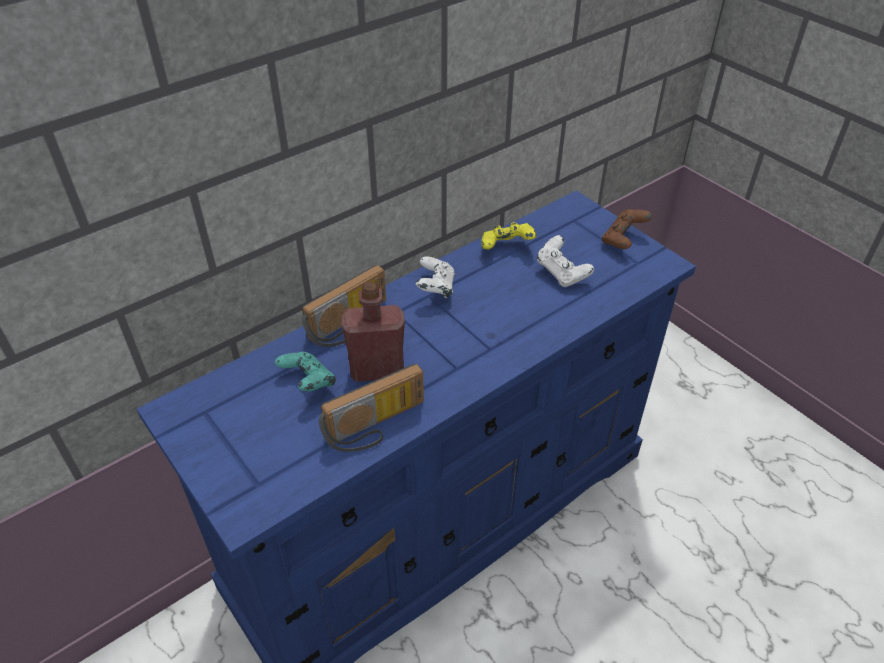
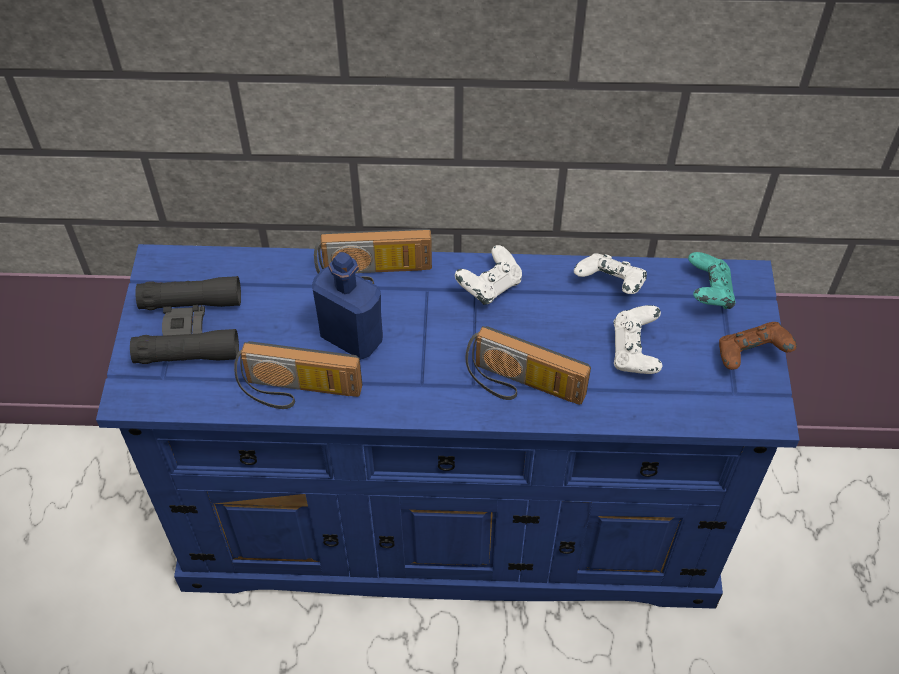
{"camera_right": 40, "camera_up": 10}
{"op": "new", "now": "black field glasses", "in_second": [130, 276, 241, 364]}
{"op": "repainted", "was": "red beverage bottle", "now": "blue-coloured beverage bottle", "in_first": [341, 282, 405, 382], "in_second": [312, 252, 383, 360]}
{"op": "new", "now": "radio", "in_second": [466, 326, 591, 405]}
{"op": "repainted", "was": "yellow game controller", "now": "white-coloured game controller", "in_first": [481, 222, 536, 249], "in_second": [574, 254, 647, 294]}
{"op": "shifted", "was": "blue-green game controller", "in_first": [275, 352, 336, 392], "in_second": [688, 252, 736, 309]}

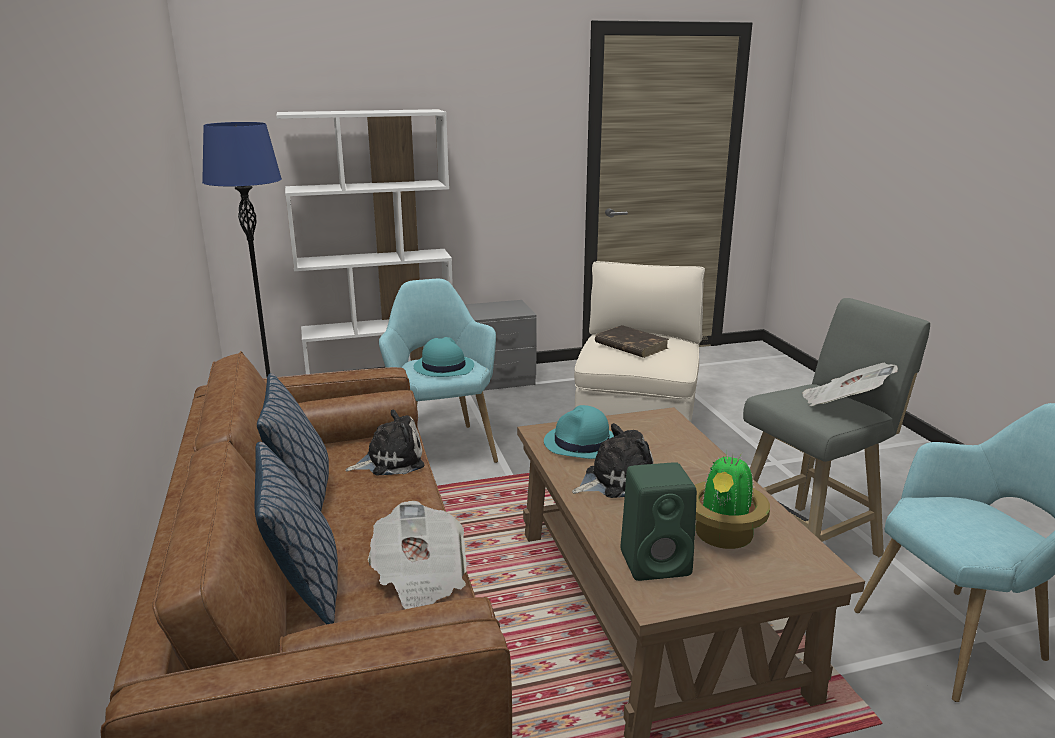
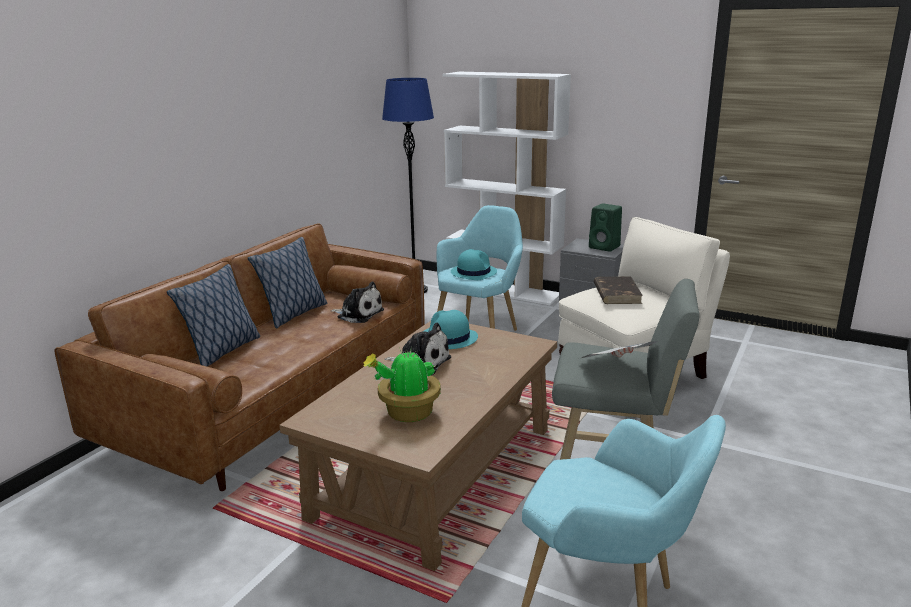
{"camera_right": 45, "camera_up": 0}
{"op": "shifted", "was": "greenish loudspeaker", "in_first": [621, 462, 697, 581], "in_second": [589, 203, 622, 252]}
{"op": "gone", "was": "daily paper", "in_first": [368, 501, 467, 609]}

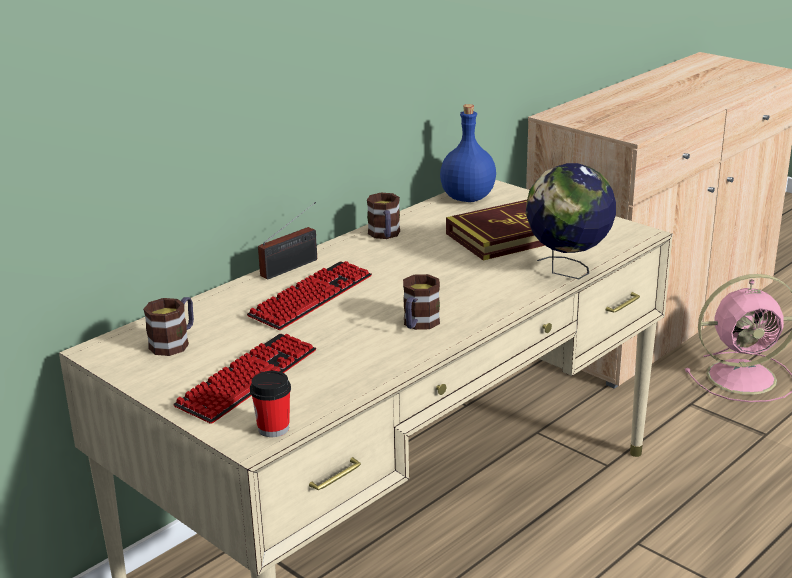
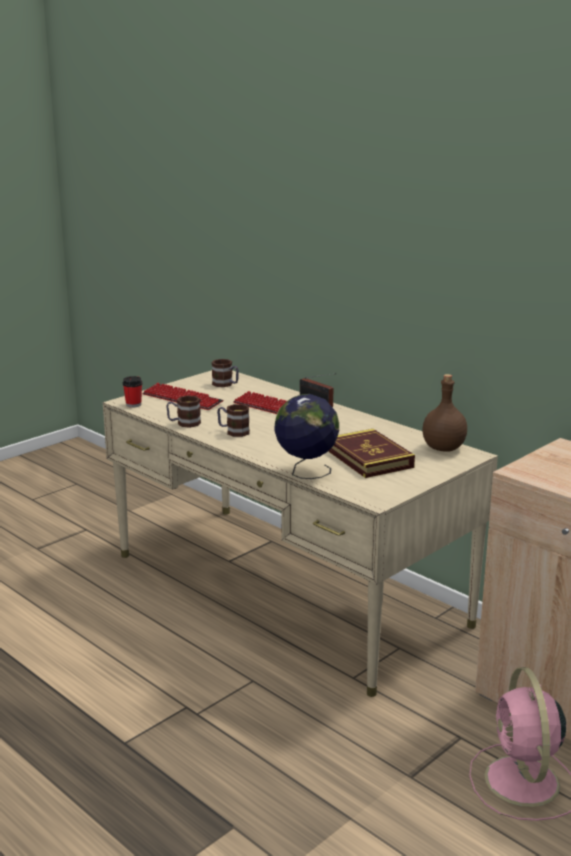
{"camera_right": 90, "camera_up": -5}
{"op": "shifted", "was": "tea mug", "in_first": [367, 193, 400, 239], "in_second": [166, 395, 201, 428]}
{"op": "repainted", "was": "blue-coloured beverage bottle", "now": "brown beverage bottle", "in_first": [440, 104, 496, 202], "in_second": [422, 374, 467, 452]}

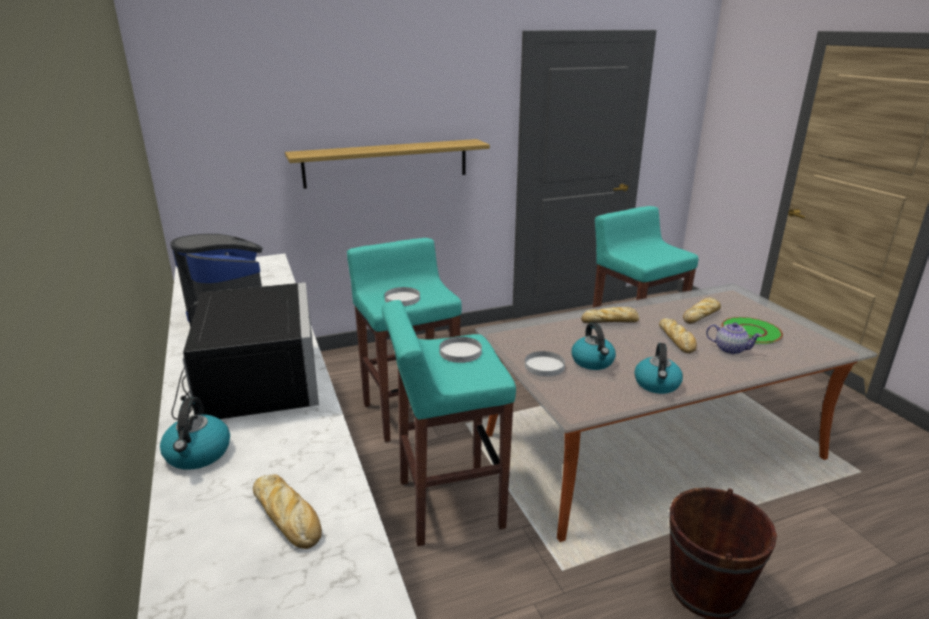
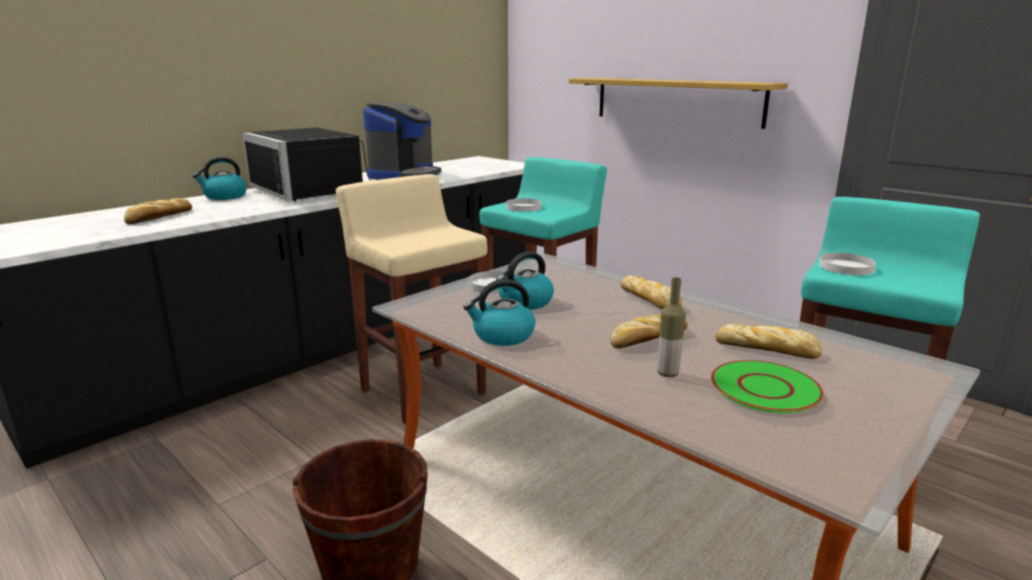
{"camera_right": 65, "camera_up": -5}
{"op": "rotated", "was": "black microwave oven", "in_first": [172, 282, 319, 420], "in_second": [242, 128, 371, 201], "clockwise": 90}
{"op": "repainted", "was": "blue-green stool seat", "now": "beige stool seat", "in_first": [382, 300, 516, 546], "in_second": [336, 174, 488, 425]}
{"op": "swapped", "was": "tea pot", "now": "beverage bottle", "in_first": [706, 323, 762, 354], "in_second": [657, 277, 686, 377]}
{"op": "shifted", "was": "white-coloured flat dish", "in_first": [439, 337, 482, 363], "in_second": [819, 253, 876, 275]}

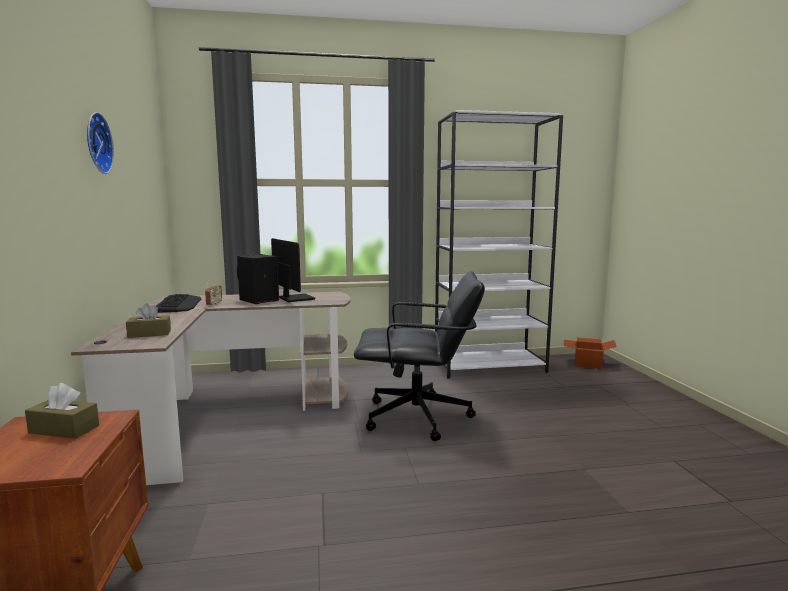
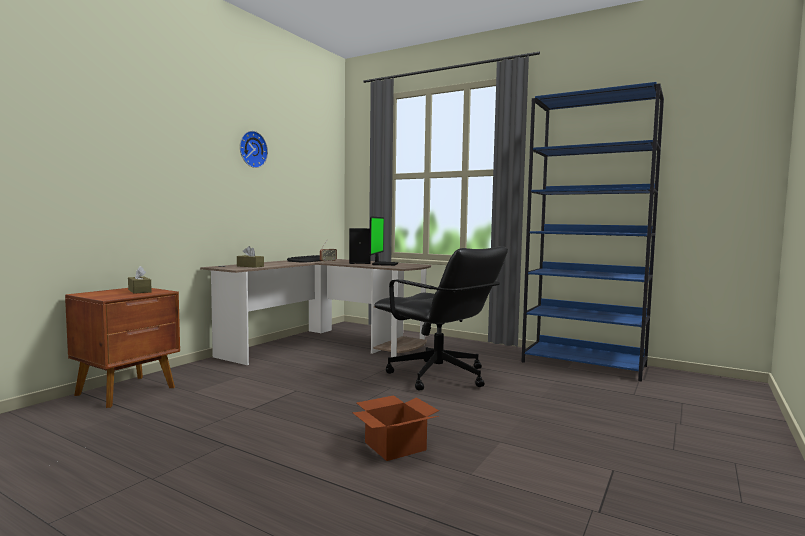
{"camera_right": 40, "camera_up": -5}
{"op": "shifted", "was": "cardboard box", "in_first": [564, 337, 617, 369], "in_second": [352, 395, 439, 461]}
{"op": "repainted", "was": "white-coloured shelving unit", "now": "blue-coloured shelving unit", "in_first": [435, 110, 563, 379], "in_second": [521, 82, 664, 382]}

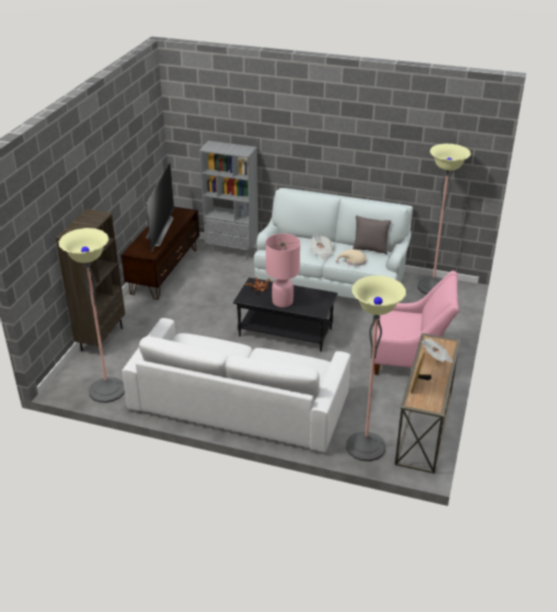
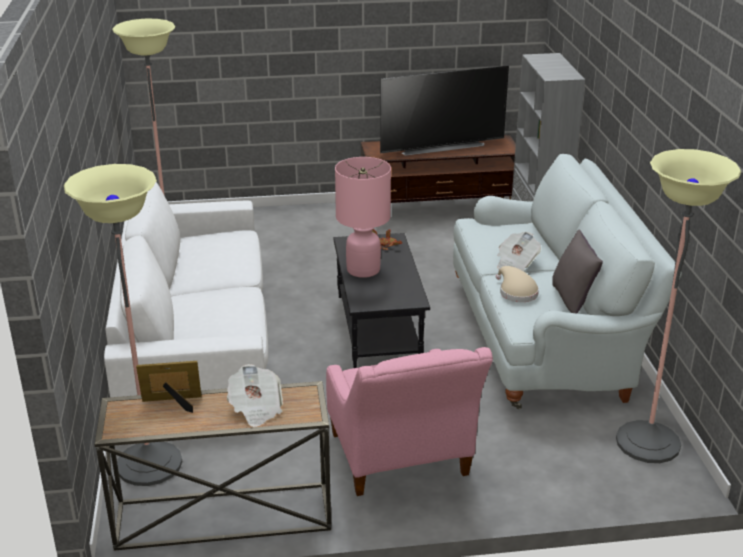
{"camera_right": 65, "camera_up": -5}
{"op": "gone", "was": "brown shelving unit", "in_first": [55, 209, 125, 351]}

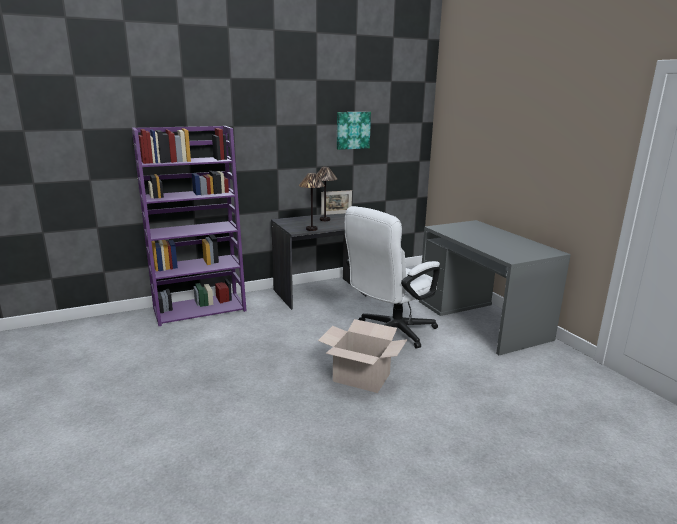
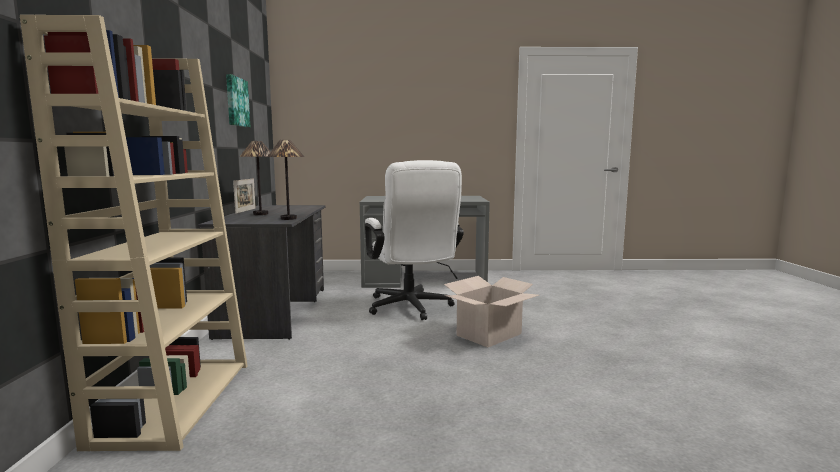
{"camera_right": -65, "camera_up": -10}
{"op": "repainted", "was": "purple shelving unit", "now": "beige shelving unit", "in_first": [132, 126, 246, 326], "in_second": [20, 15, 248, 451]}

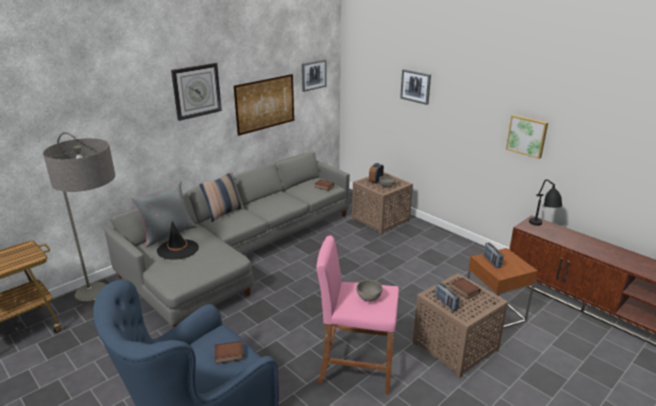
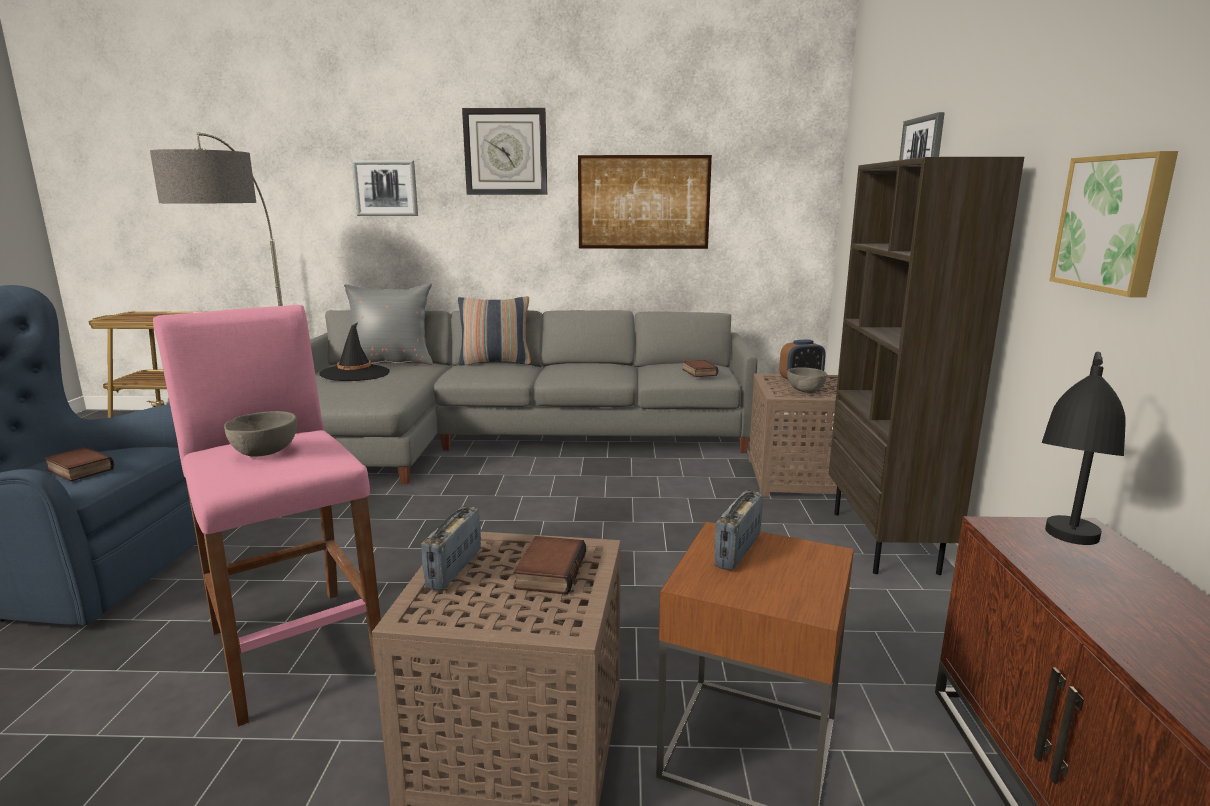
{"camera_right": 45, "camera_up": -10}
{"op": "shifted", "was": "picture", "in_first": [302, 59, 327, 92], "in_second": [352, 160, 418, 216]}
{"op": "new", "now": "brown shelving unit", "in_second": [829, 157, 1024, 575]}

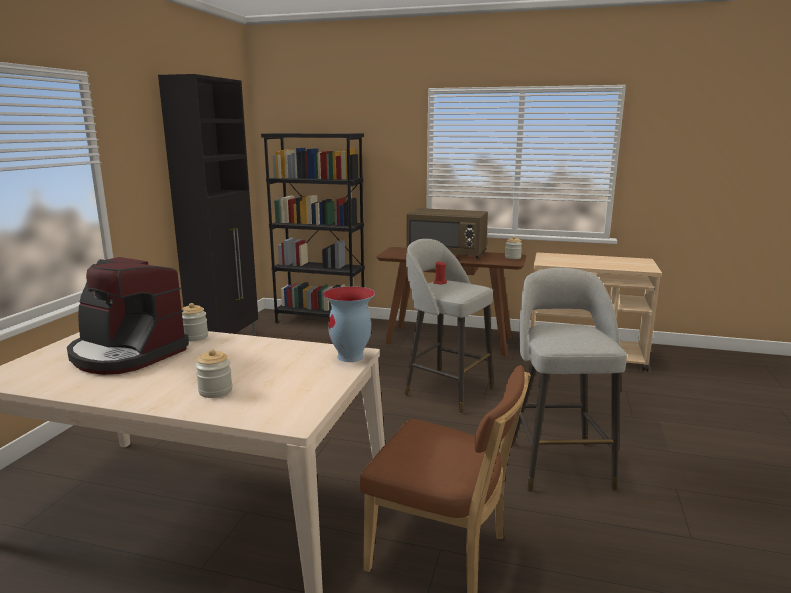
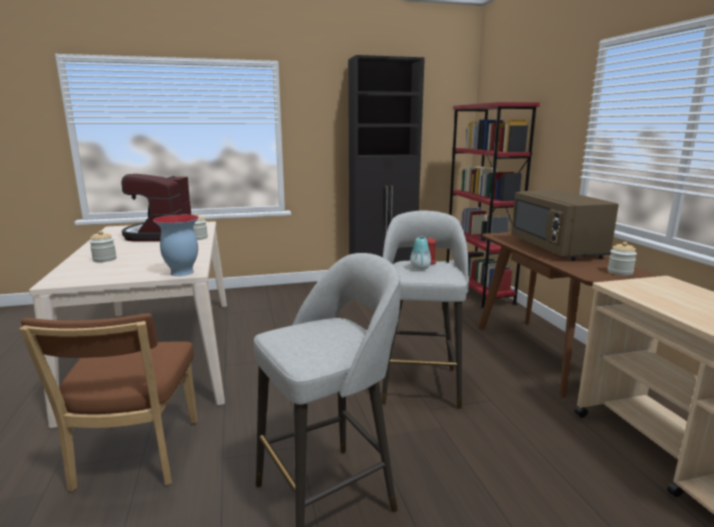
{"camera_right": 60, "camera_up": 0}
{"op": "new", "now": "decorative vase", "in_second": [410, 237, 431, 270]}
{"op": "repainted", "was": "black shelving unit", "now": "red shelving unit", "in_first": [261, 133, 365, 323], "in_second": [446, 102, 540, 308]}

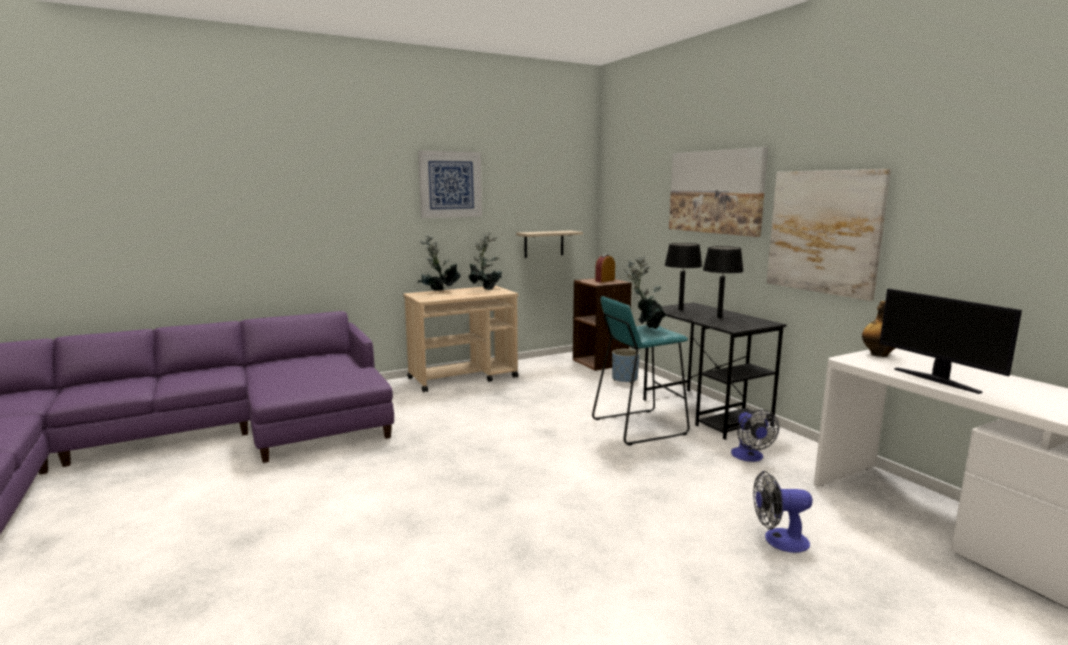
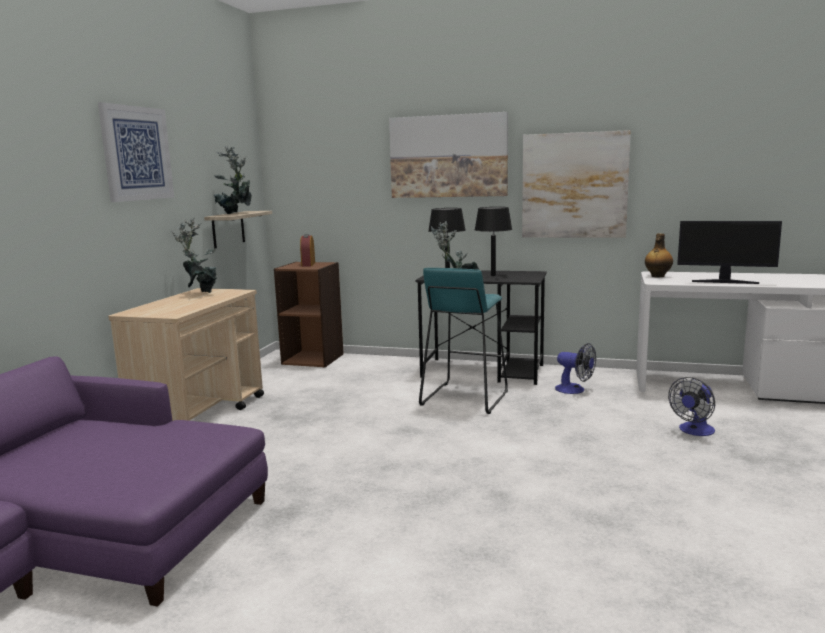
{"camera_right": -45, "camera_up": 0}
{"op": "shifted", "was": "potted plant", "in_first": [418, 235, 461, 291], "in_second": [214, 145, 252, 214]}
{"op": "gone", "was": "blue-coloured plant pot", "in_first": [612, 349, 640, 383]}

